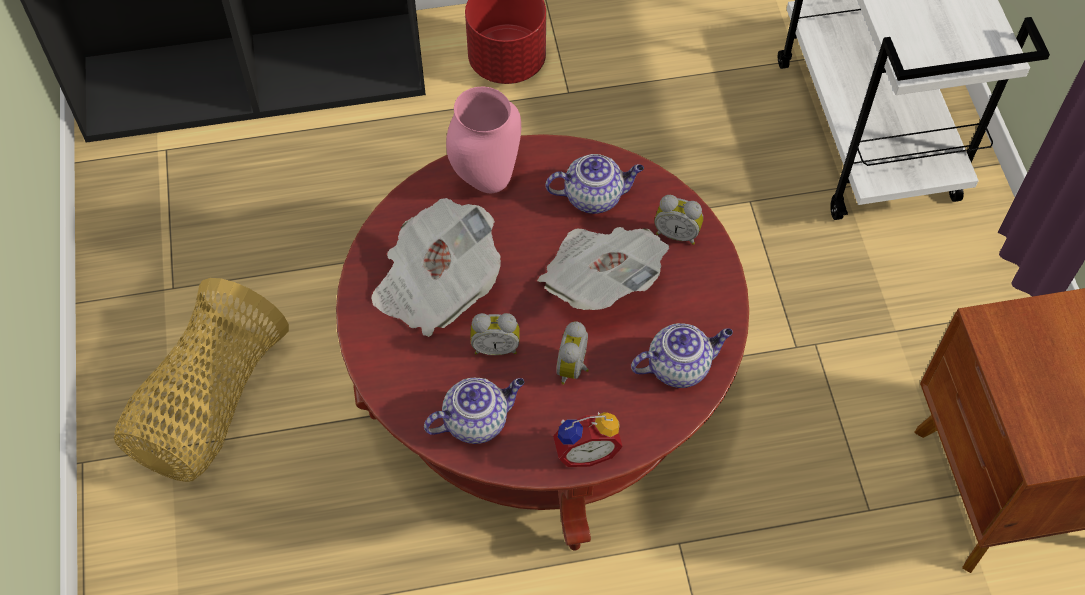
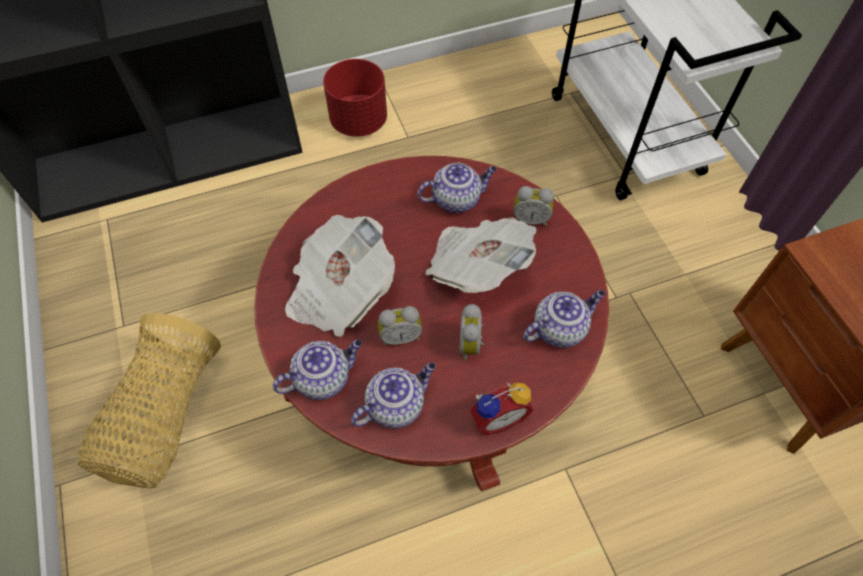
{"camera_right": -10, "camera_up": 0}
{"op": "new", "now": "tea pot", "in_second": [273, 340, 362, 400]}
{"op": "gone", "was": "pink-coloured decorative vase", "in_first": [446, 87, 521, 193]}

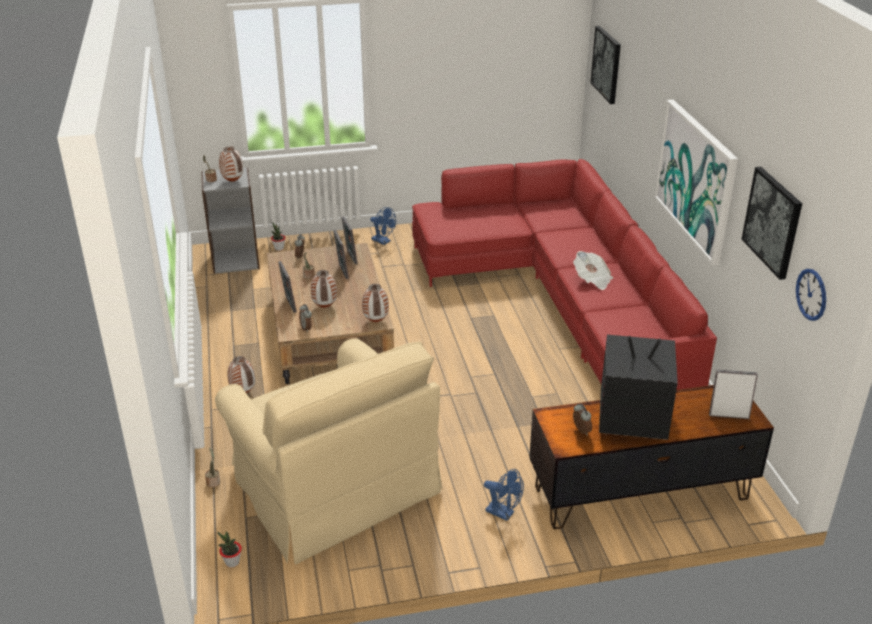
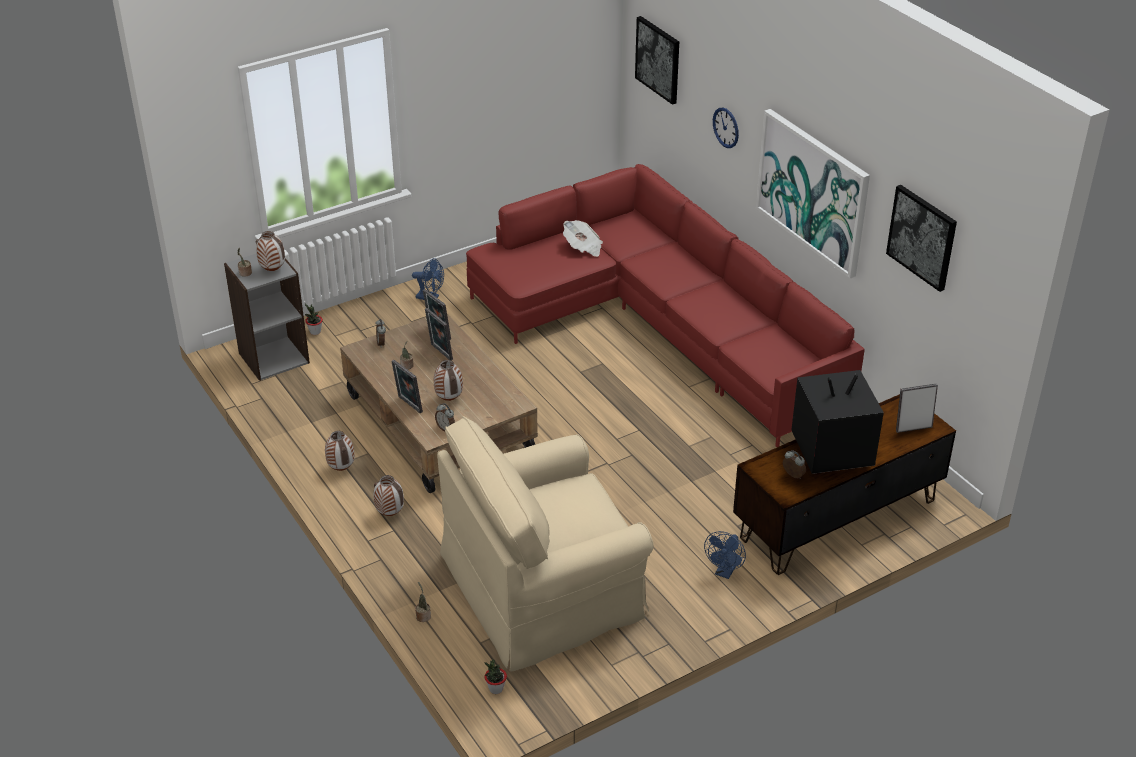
{"camera_right": -20, "camera_up": 5}
{"op": "shifted", "was": "decorative vase", "in_first": [362, 284, 389, 322], "in_second": [325, 431, 354, 471]}
{"op": "rotated", "was": "beige easy chair", "in_first": [215, 338, 443, 564], "in_second": [437, 416, 654, 672], "clockwise": 120}
{"op": "shifted", "was": "daily paper", "in_first": [573, 251, 613, 290], "in_second": [563, 220, 603, 257]}
{"op": "rotated", "was": "blue-coloured fan", "in_first": [484, 469, 524, 521], "in_second": [704, 531, 746, 579], "clockwise": 105}
{"op": "shifted", "was": "hanging clock", "in_first": [796, 269, 826, 321], "in_second": [713, 107, 739, 148]}

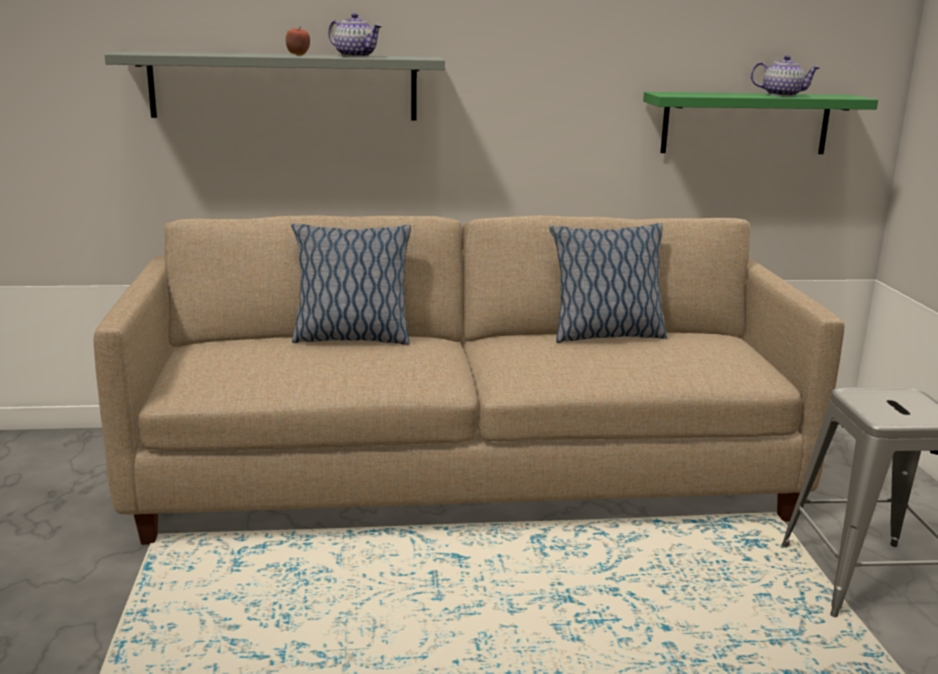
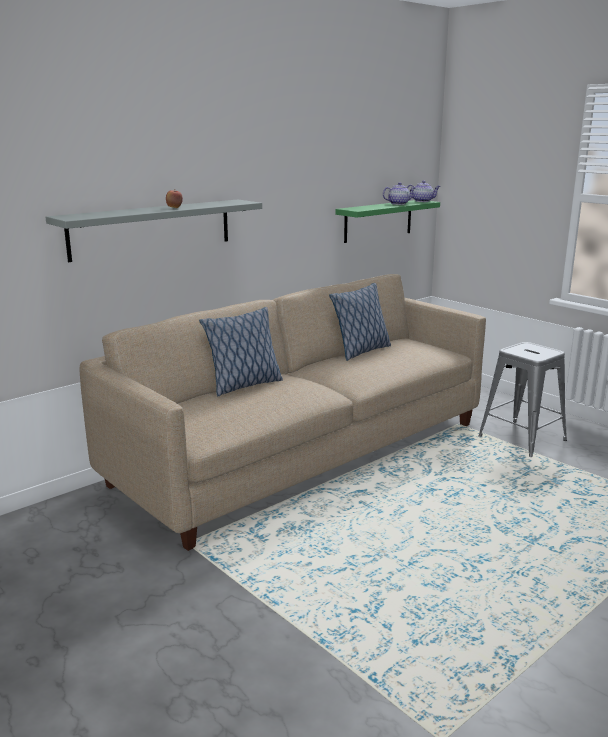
{"camera_right": -35, "camera_up": 0}
{"op": "shifted", "was": "tea pot", "in_first": [328, 13, 382, 57], "in_second": [407, 180, 441, 202]}

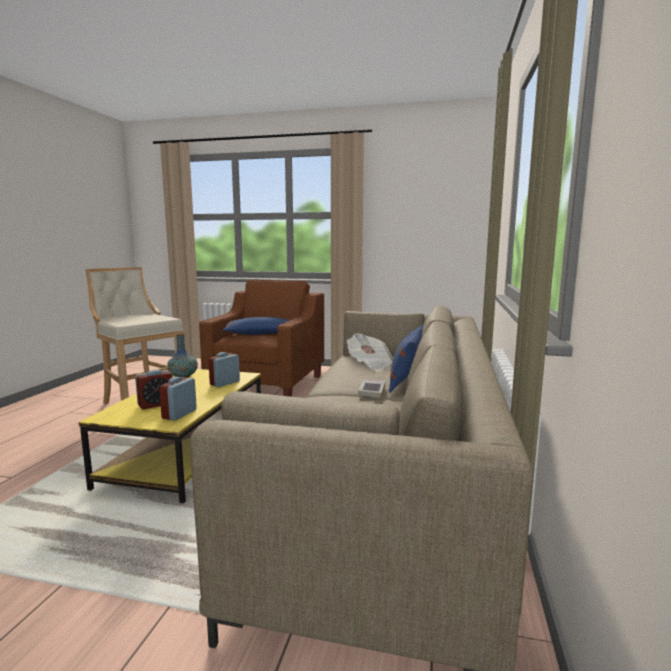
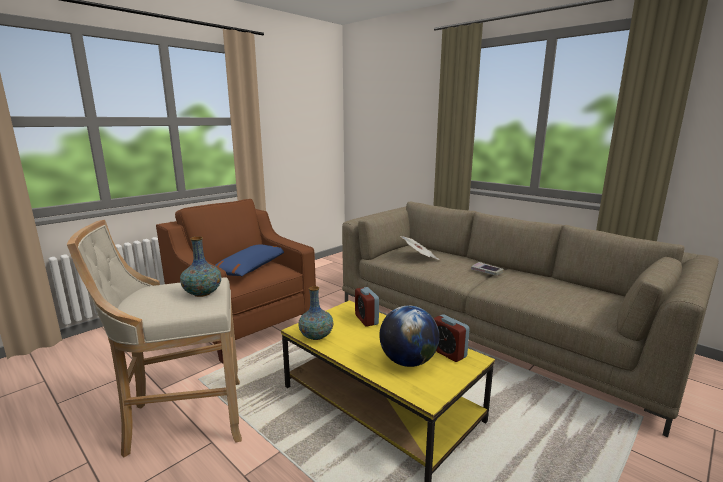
{"camera_right": -60, "camera_up": 5}
{"op": "new", "now": "decorative vase", "in_second": [180, 236, 221, 297]}
{"op": "swapped", "was": "table clock", "now": "world globe", "in_first": [135, 370, 173, 409], "in_second": [379, 305, 439, 367]}
{"op": "gone", "was": "blue-coloured cushion", "in_first": [389, 324, 424, 393]}

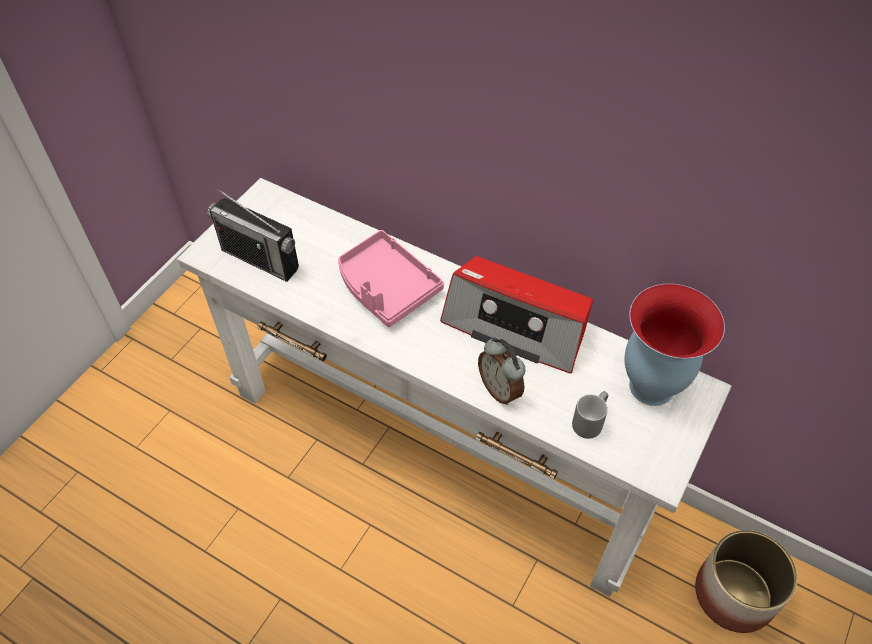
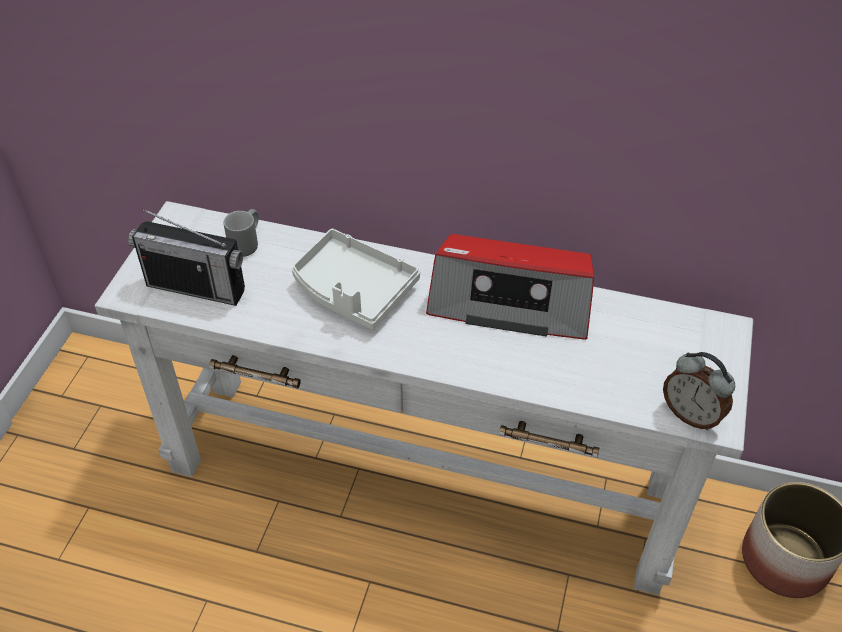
{"camera_right": -15, "camera_up": -5}
{"op": "shifted", "was": "gray tea mug", "in_first": [572, 391, 608, 439], "in_second": [224, 209, 259, 257]}
{"op": "repainted", "was": "pink-coloured serving tray", "now": "white-coloured serving tray", "in_first": [338, 230, 444, 327], "in_second": [292, 229, 420, 330]}
{"op": "shifted", "was": "table clock", "in_first": [478, 337, 525, 405], "in_second": [663, 352, 735, 430]}
{"op": "gone", "was": "decorative vase", "in_first": [624, 284, 725, 406]}

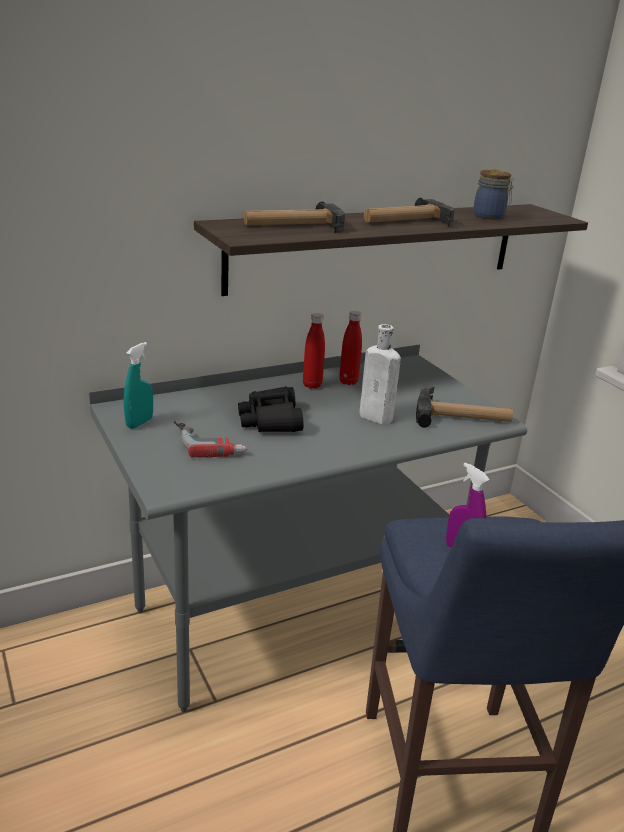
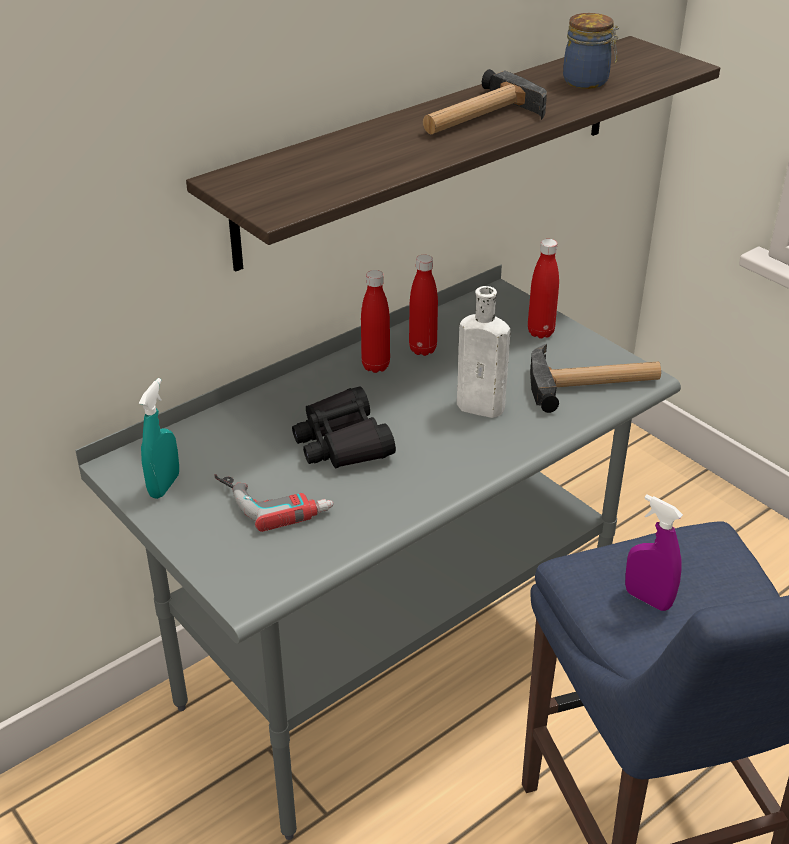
{"camera_right": -10, "camera_up": 10}
{"op": "new", "now": "red beverage bottle", "in_second": [528, 239, 559, 338]}
{"op": "gone", "was": "tool hammer", "in_first": [244, 202, 345, 233]}

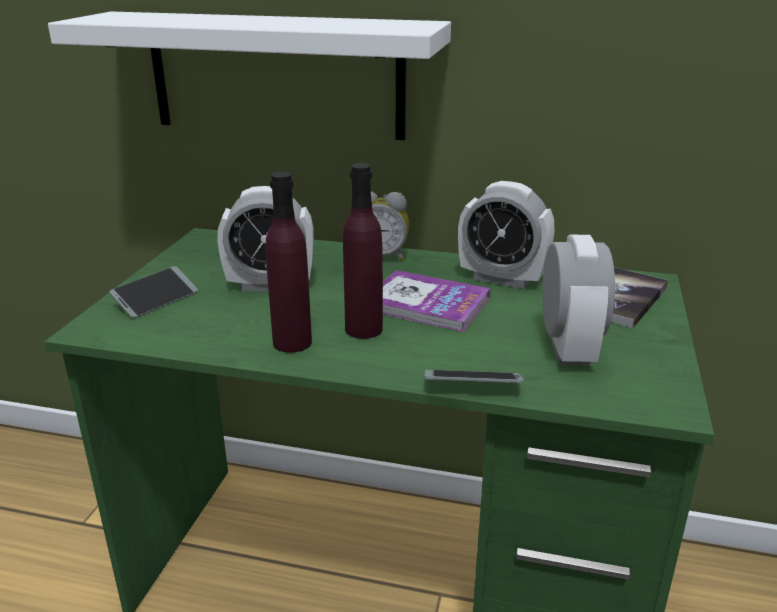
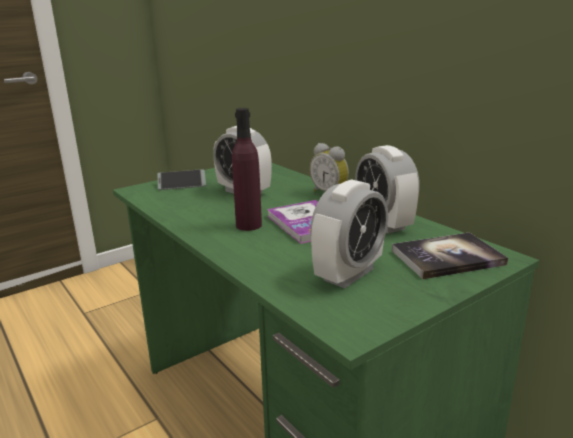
{"camera_right": 40, "camera_up": -5}
{"op": "gone", "was": "white-coloured shelf", "in_first": [48, 12, 451, 140]}
{"op": "gone", "was": "purple beverage bottle", "in_first": [265, 172, 312, 353]}
{"op": "gone", "was": "handset", "in_first": [424, 370, 524, 383]}

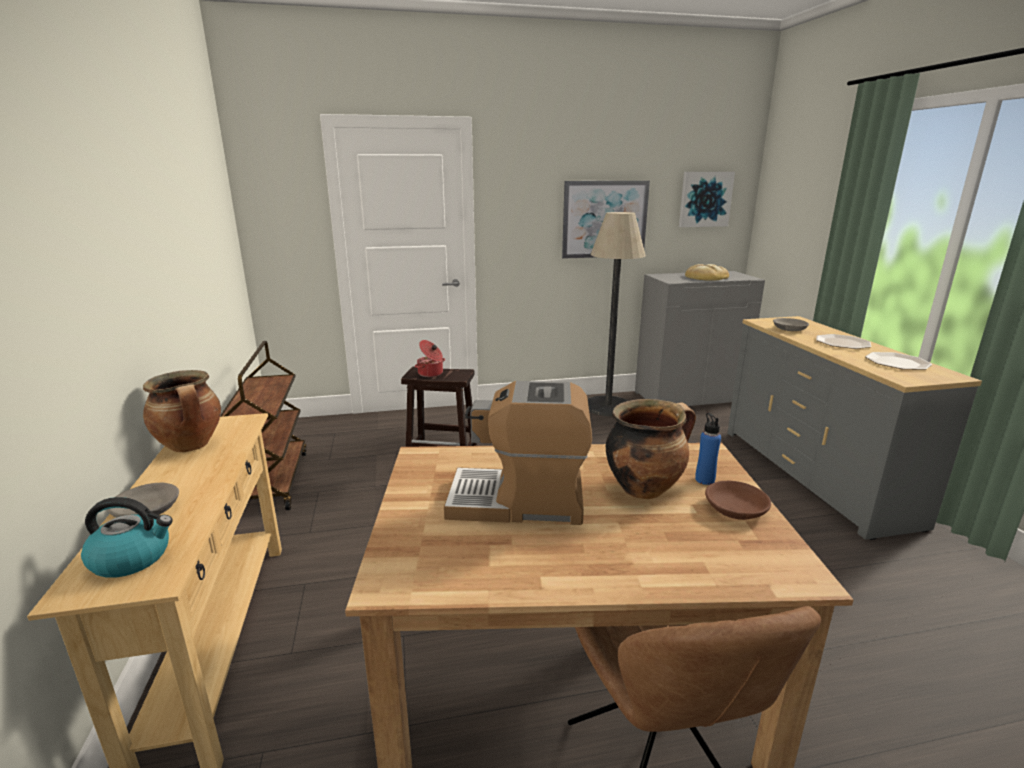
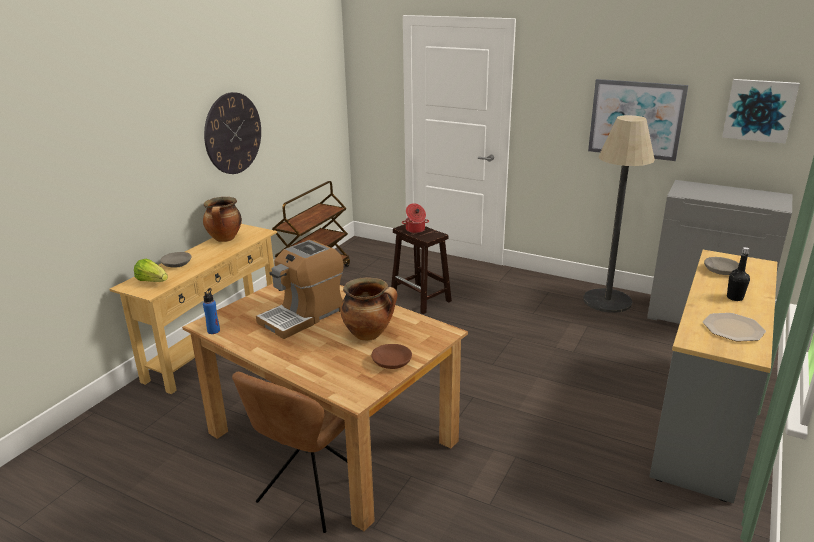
{"camera_right": 40, "camera_up": 5}
{"op": "swapped", "was": "kettle", "now": "head of lettuce", "in_first": [81, 497, 173, 578], "in_second": [134, 259, 168, 282]}
{"op": "shifted", "was": "blue-coloured beverage bottle", "in_first": [695, 413, 721, 485], "in_second": [203, 288, 220, 334]}
{"op": "new", "now": "hanging clock", "in_second": [204, 92, 261, 174]}
{"op": "rotated", "was": "coffee maker", "in_first": [444, 381, 592, 525], "in_second": [256, 240, 344, 339], "clockwise": -90}
{"op": "swapped", "was": "flat dish", "now": "black beverage bottle", "in_first": [816, 334, 871, 349], "in_second": [727, 247, 750, 301]}
{"op": "gone", "was": "bread", "in_first": [685, 264, 729, 281]}

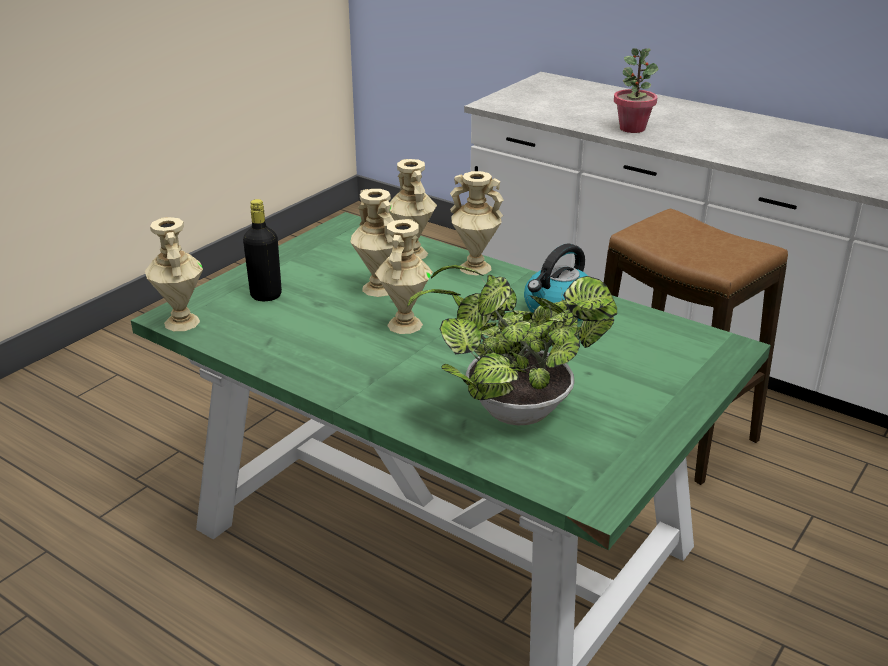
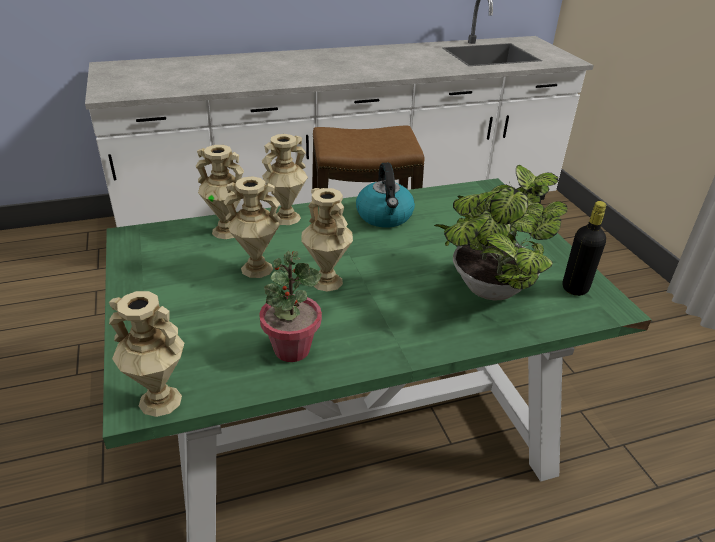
{"camera_right": -55, "camera_up": 5}
{"op": "shifted", "was": "potted plant", "in_first": [614, 48, 659, 133], "in_second": [259, 251, 322, 362]}
{"op": "shifted", "was": "black beverage bottle", "in_first": [243, 199, 282, 301], "in_second": [563, 201, 607, 296]}

